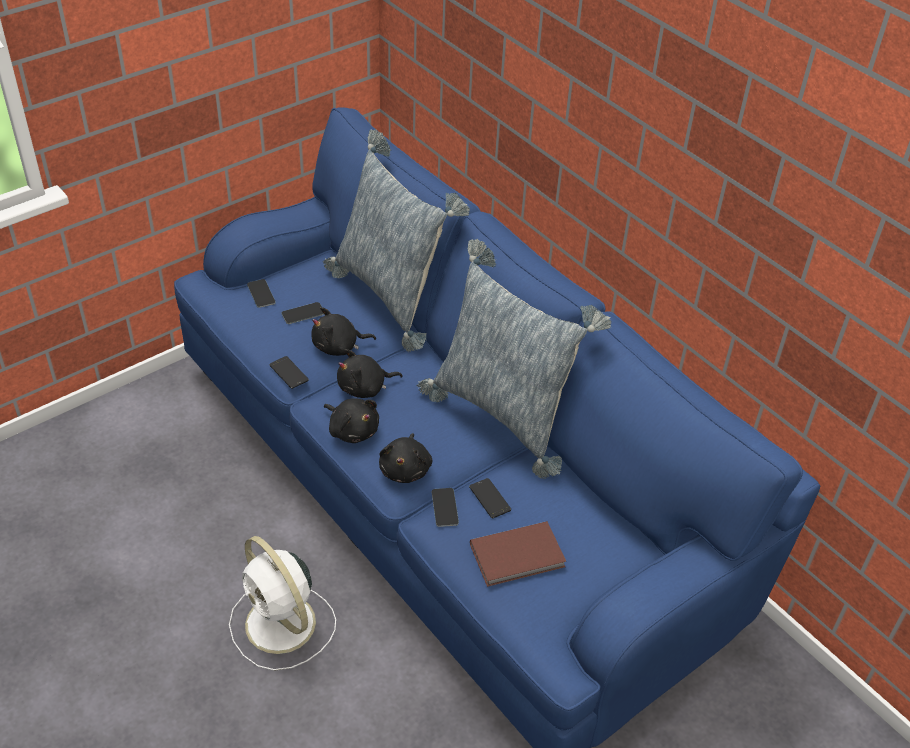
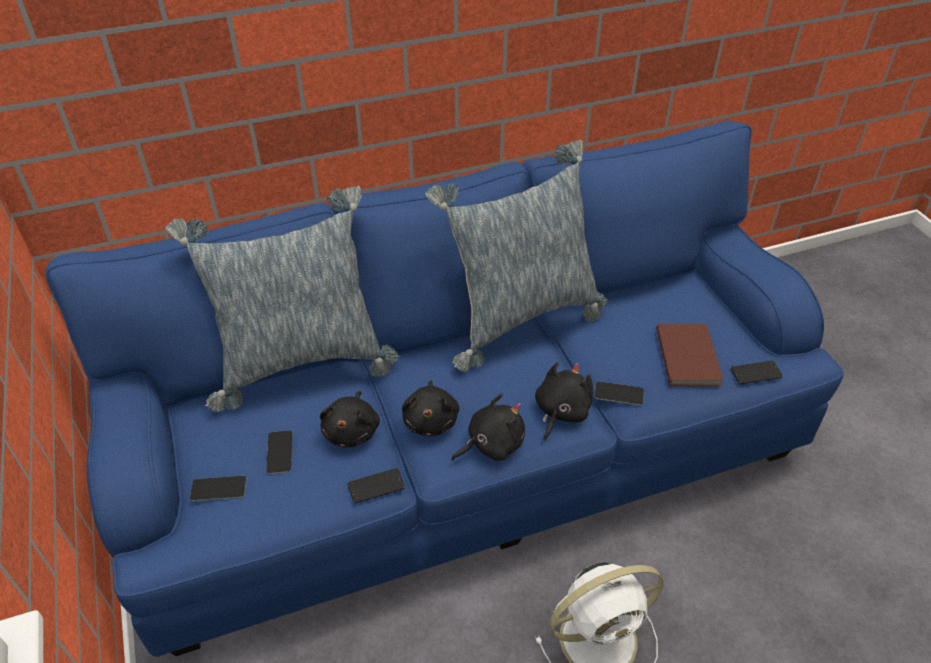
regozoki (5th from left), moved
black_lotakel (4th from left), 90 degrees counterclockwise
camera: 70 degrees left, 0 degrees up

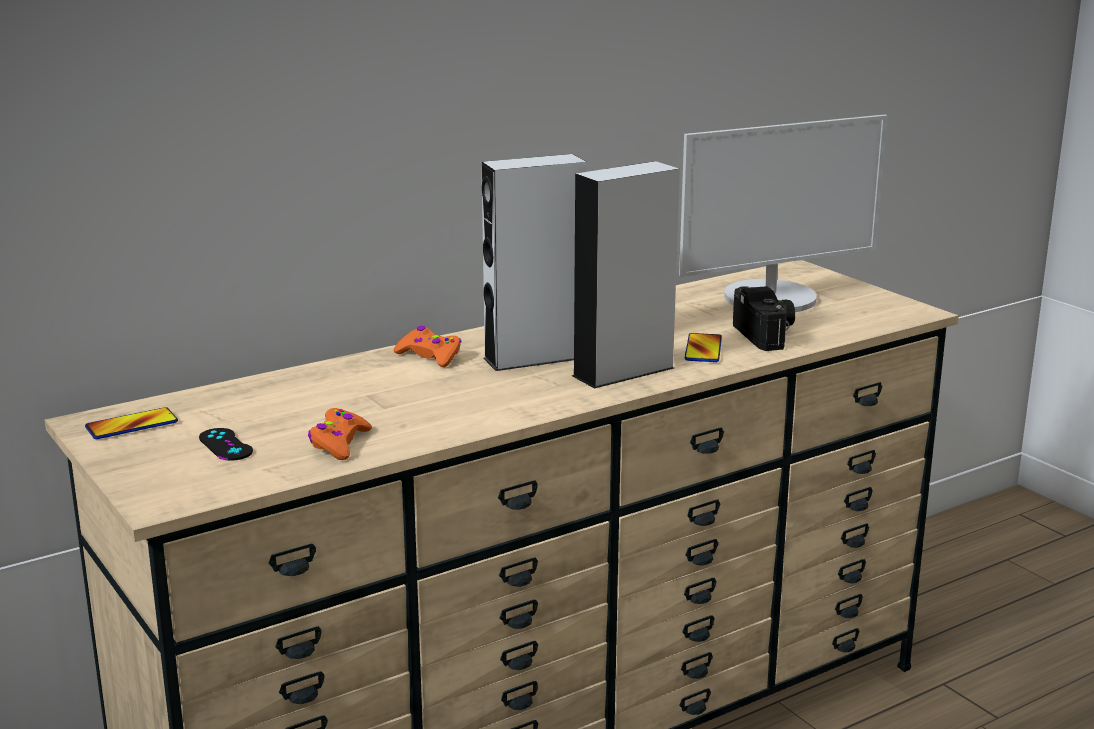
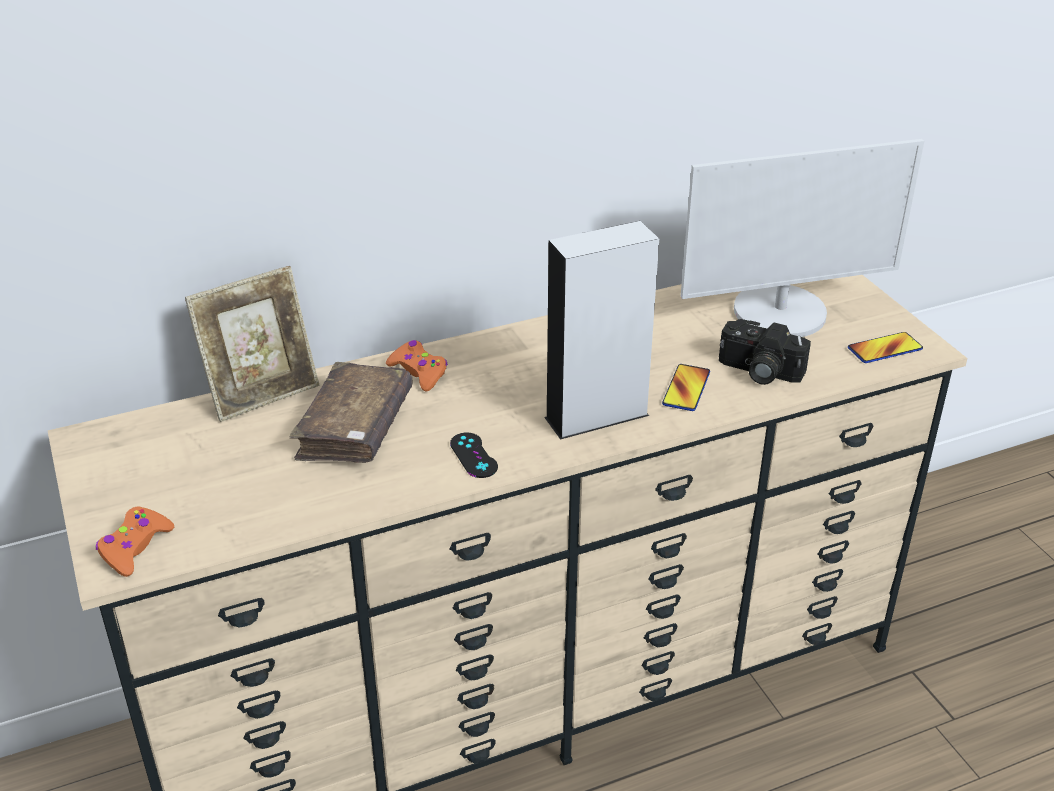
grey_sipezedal (1st from left) => nothing
nothing => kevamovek
nothing => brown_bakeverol
regozoki (1st from left in the first image) => regozoki (2nd from left), moved
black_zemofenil, moved
orange_zemofenil (1st from left), moved
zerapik, 120 degrees clockwise
camera: 10 degrees right, 15 degrees up

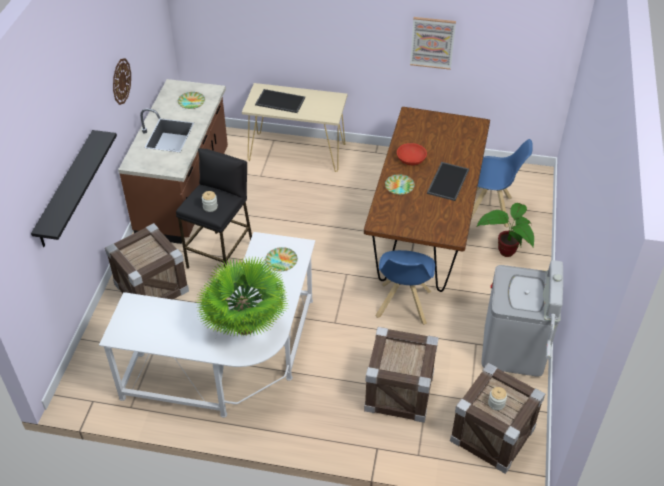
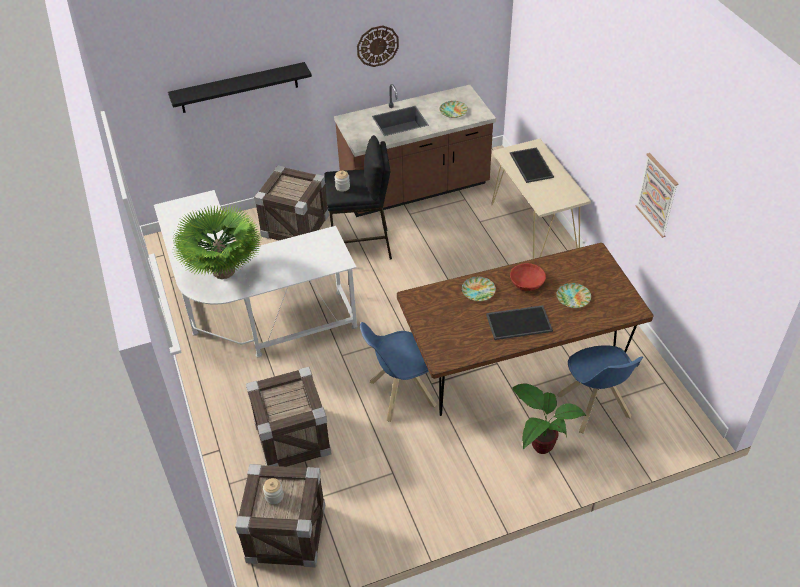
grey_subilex => nothing
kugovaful (2nd from left in the first image) => kugovaful (3rd from left), moved
camera: 60 degrees right, 0 degrees up

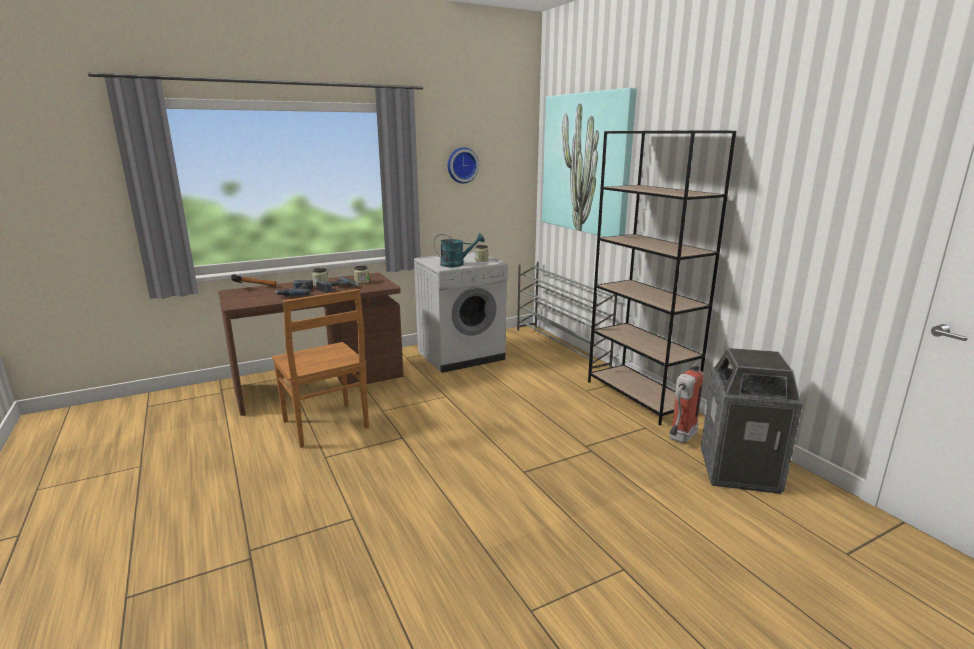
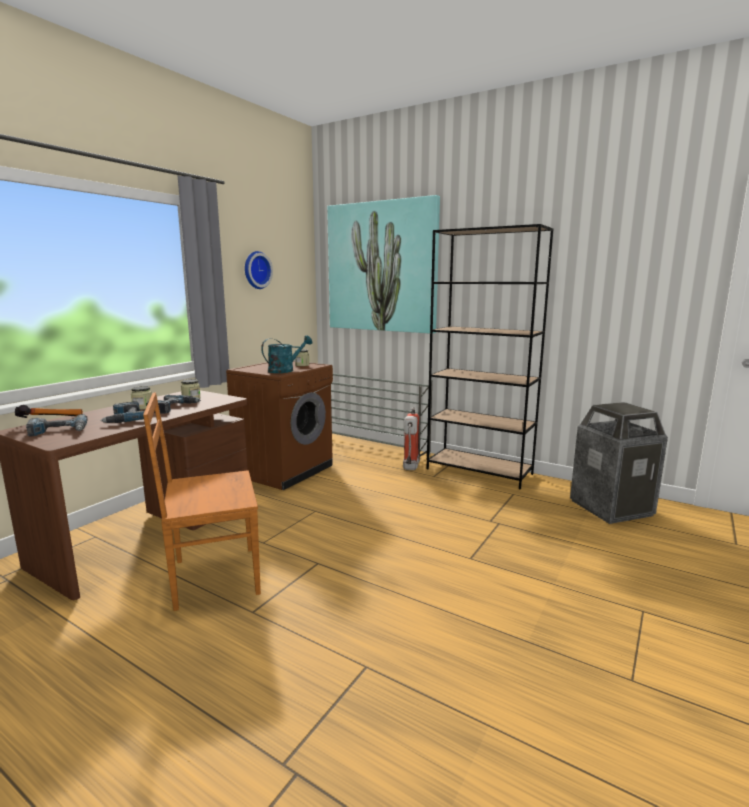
nothing => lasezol (1st from left)
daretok, moved
white_subilex => brown_subilex
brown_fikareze, 135 degrees clockwise
camera: 30 degrees left, 5 degrees down

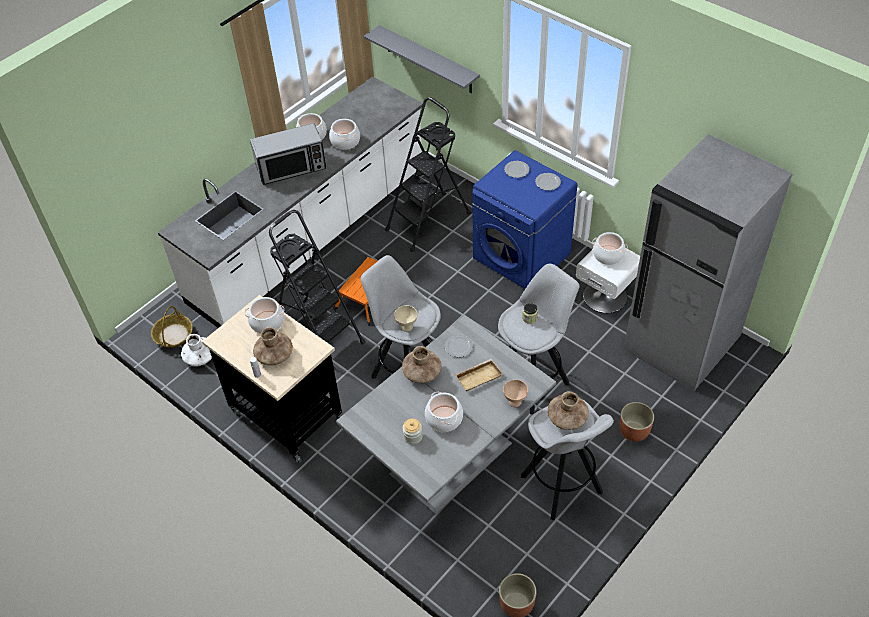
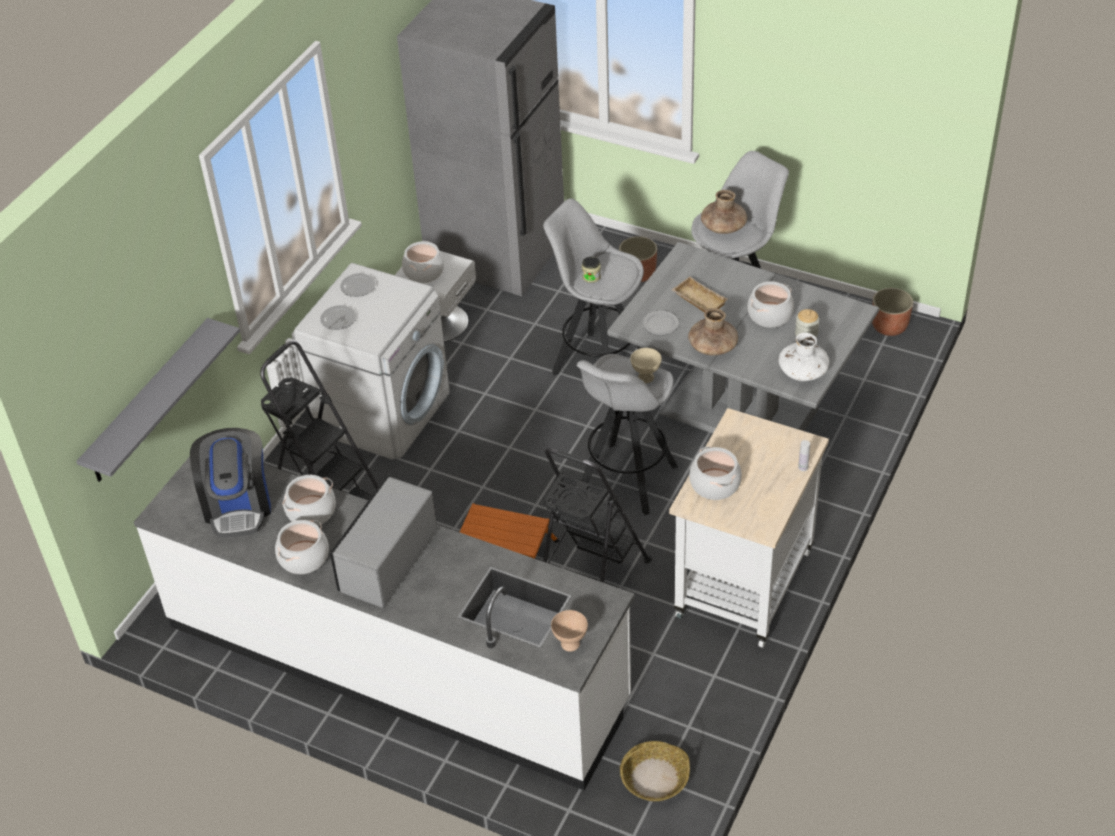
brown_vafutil (1st from left) => nothing
nothing => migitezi
white_vafutil, moved
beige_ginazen (2nd from left in the first image) => beige_ginazen (1st from left), moved
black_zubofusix => white_zubofusix
blue_subilex => white_subilex
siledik, 120 degrees counterclockwise
camera: 105 degrees left, 5 degrees down

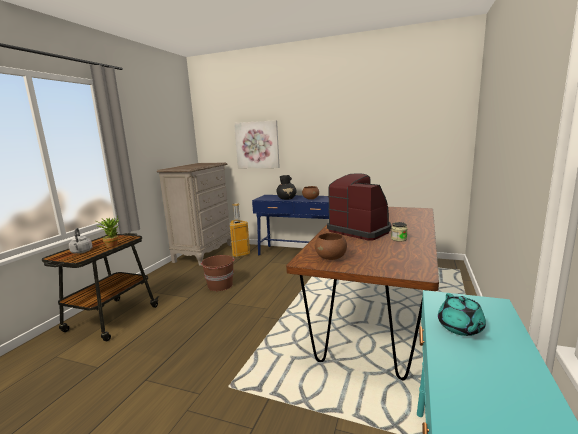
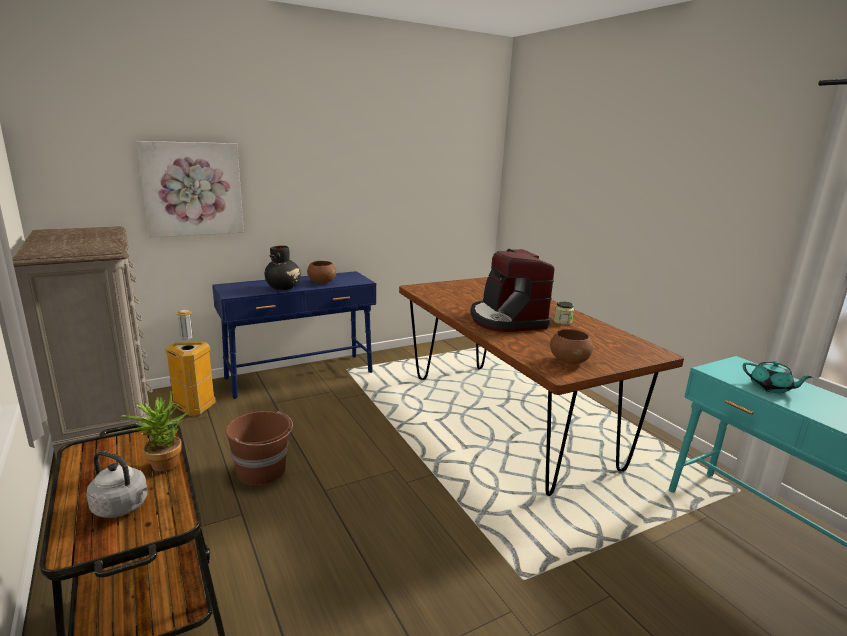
migitezi, 105 degrees counterclockwise
camera: 50 degrees left, 5 degrees up

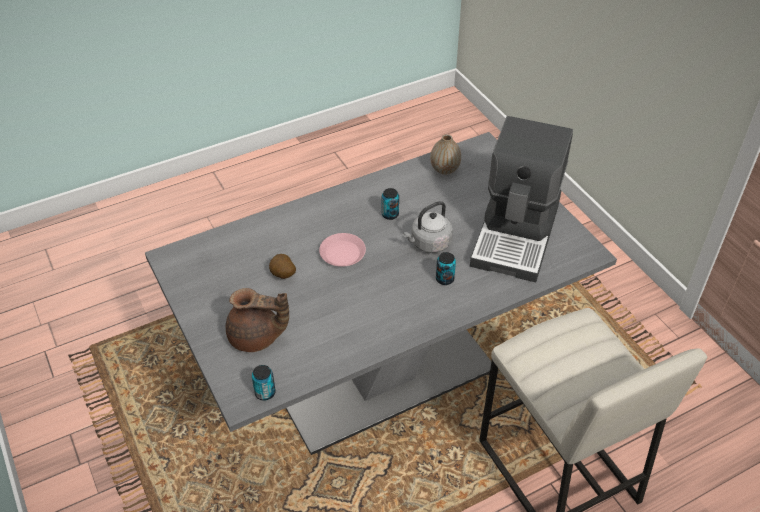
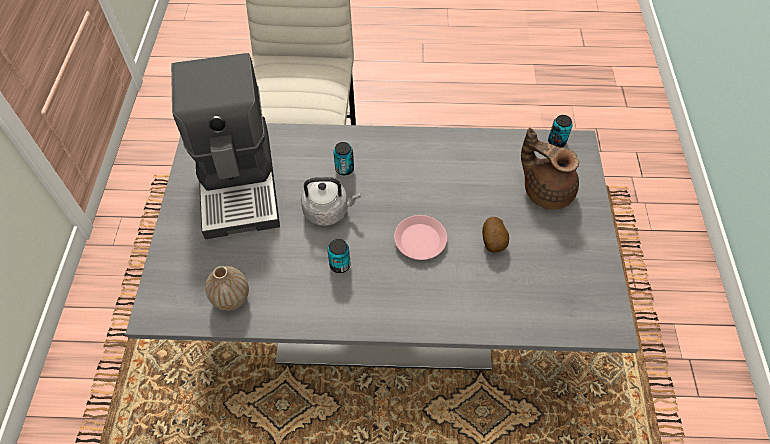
migitezi, 120 degrees clockwise
camera: 150 degrees left, 10 degrees up

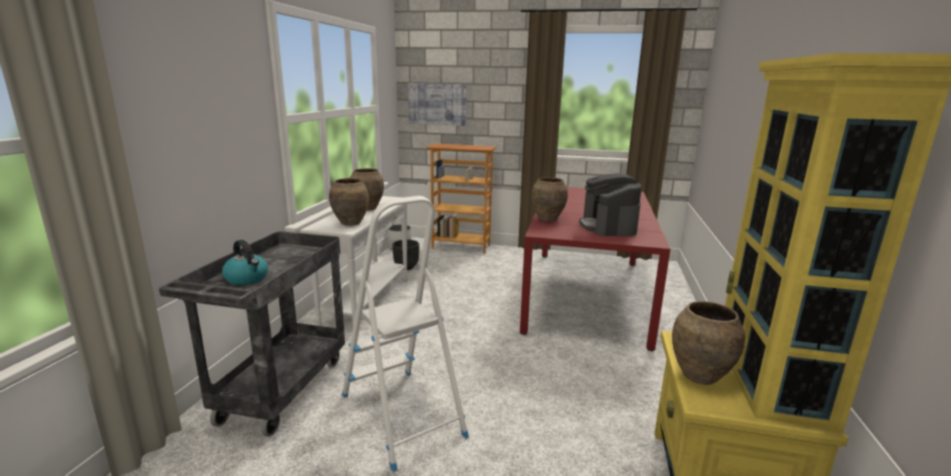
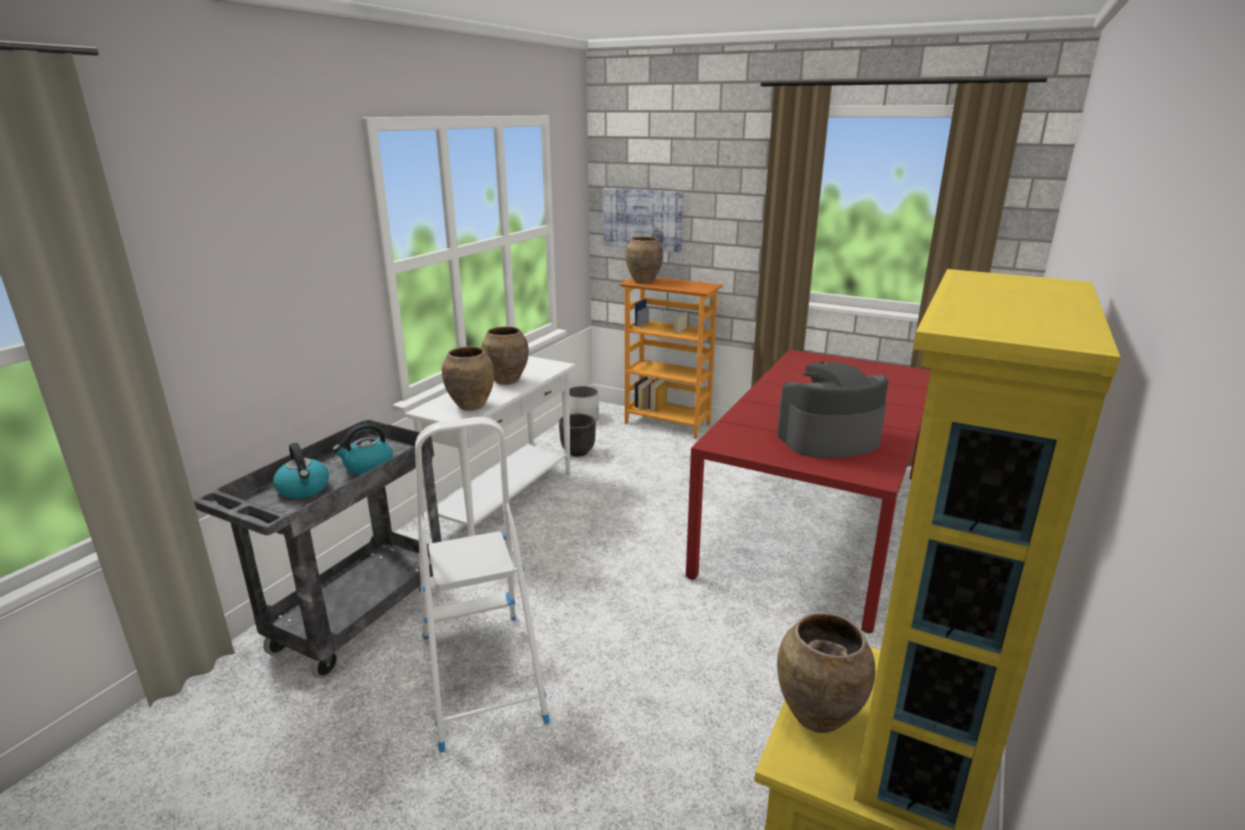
nothing => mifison (2nd from left)
brown_vafutil (3rd from left), moved
migitezi, 60 degrees clockwise
camera: 15 degrees right, 5 degrees up

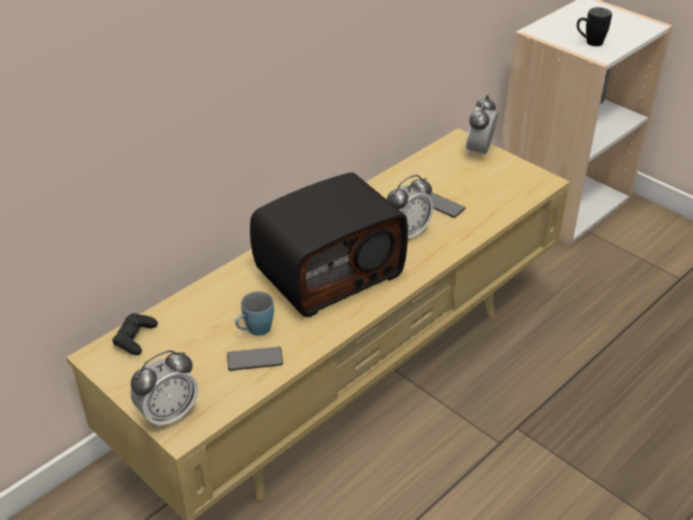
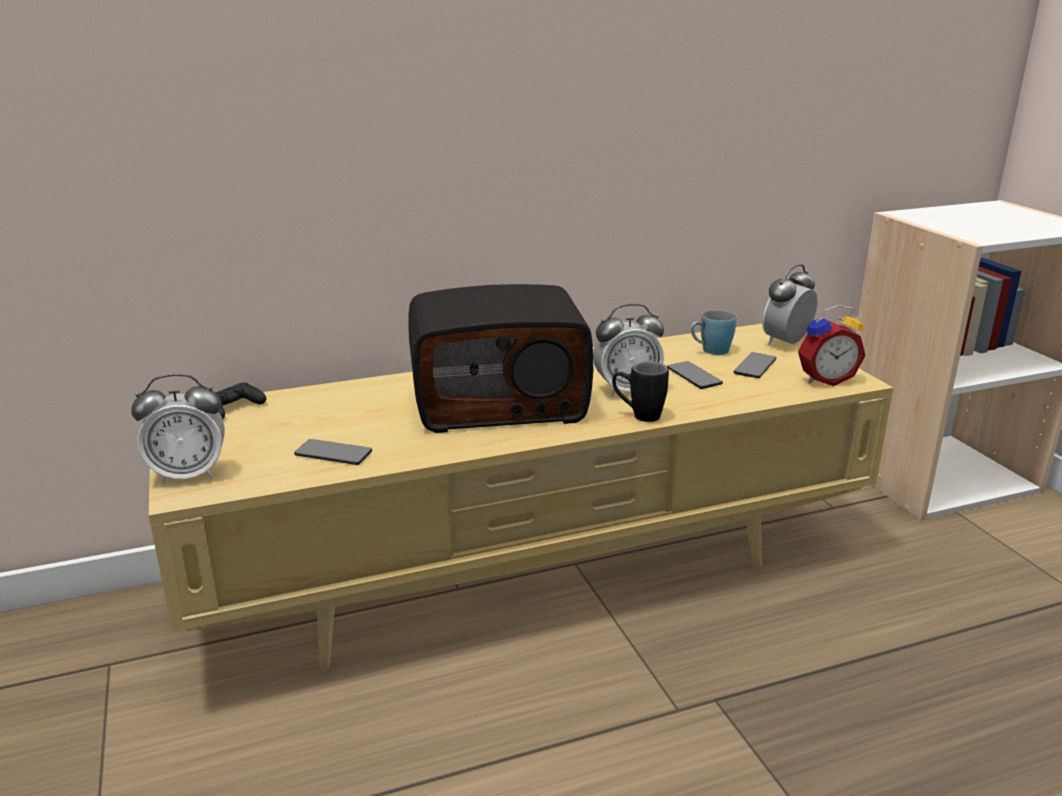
nothing => regozoki (3rd from left)
nothing => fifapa (4th from left)
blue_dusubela, moved
black_dusubela, moved
camera: 25 degrees right, 15 degrees down

